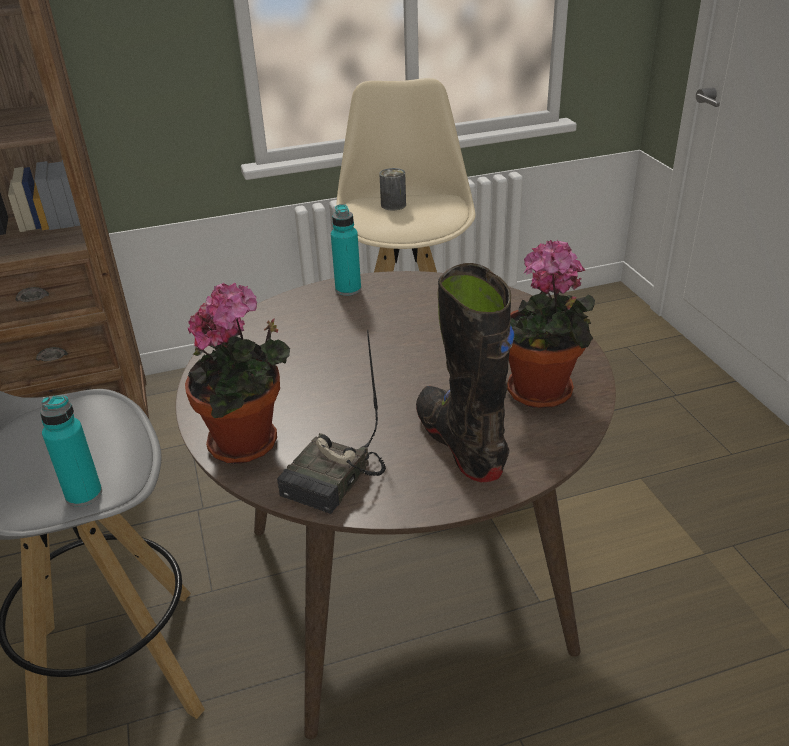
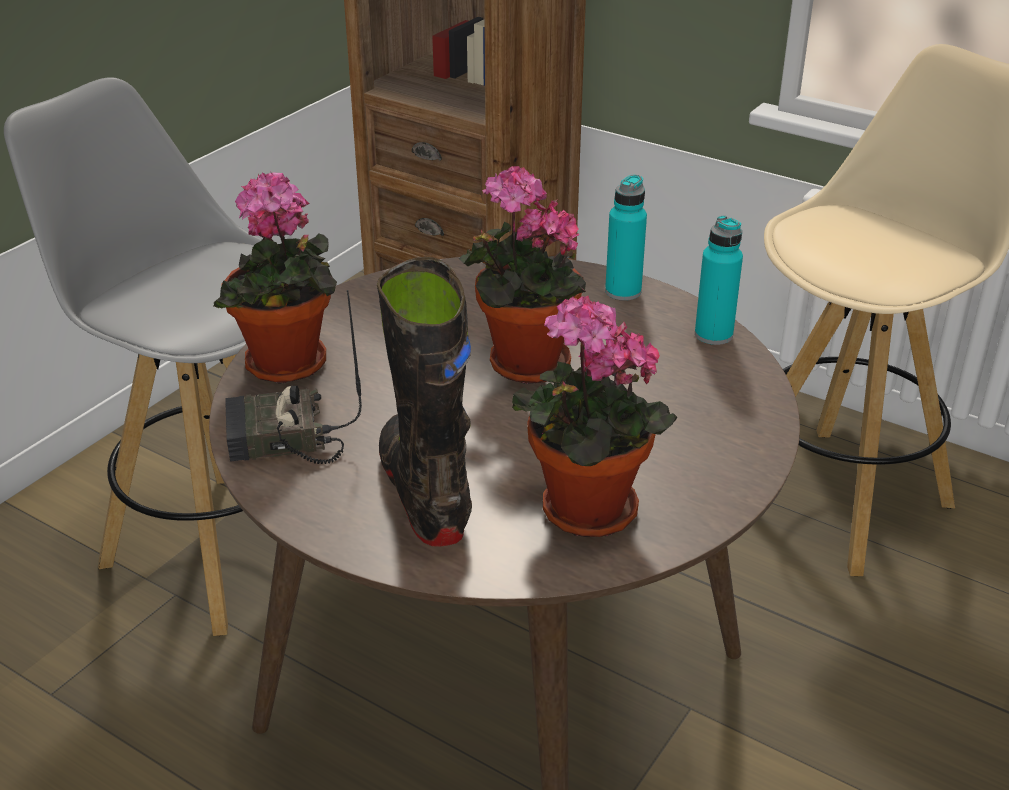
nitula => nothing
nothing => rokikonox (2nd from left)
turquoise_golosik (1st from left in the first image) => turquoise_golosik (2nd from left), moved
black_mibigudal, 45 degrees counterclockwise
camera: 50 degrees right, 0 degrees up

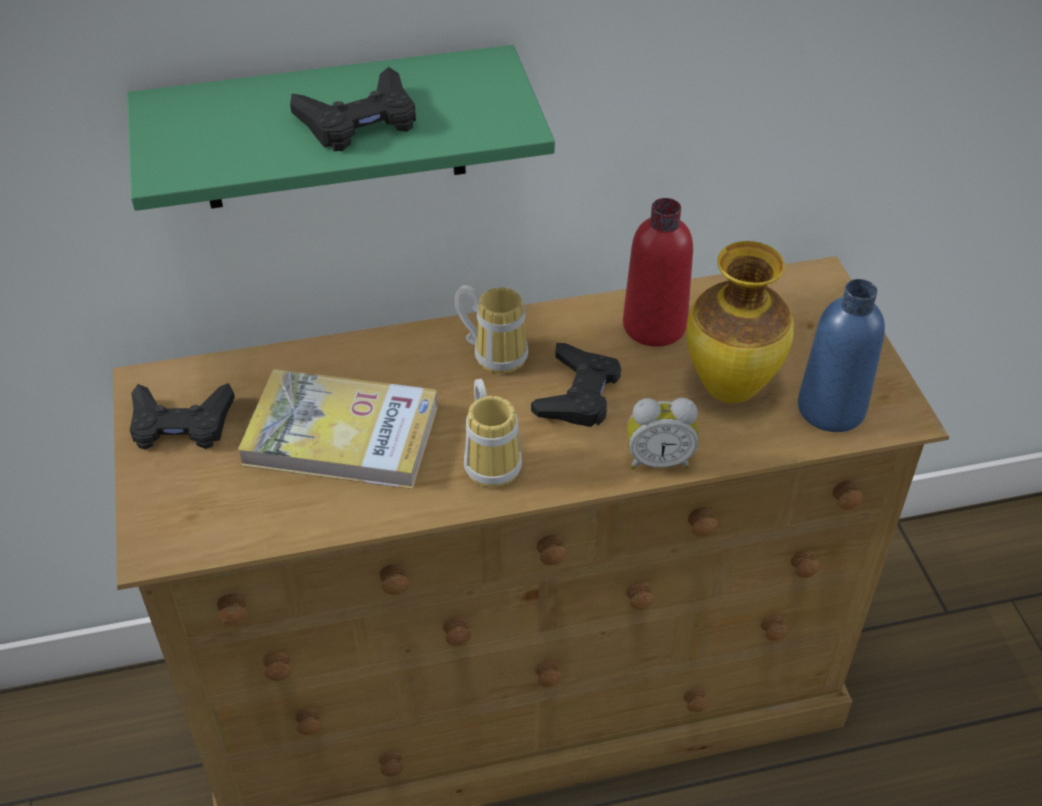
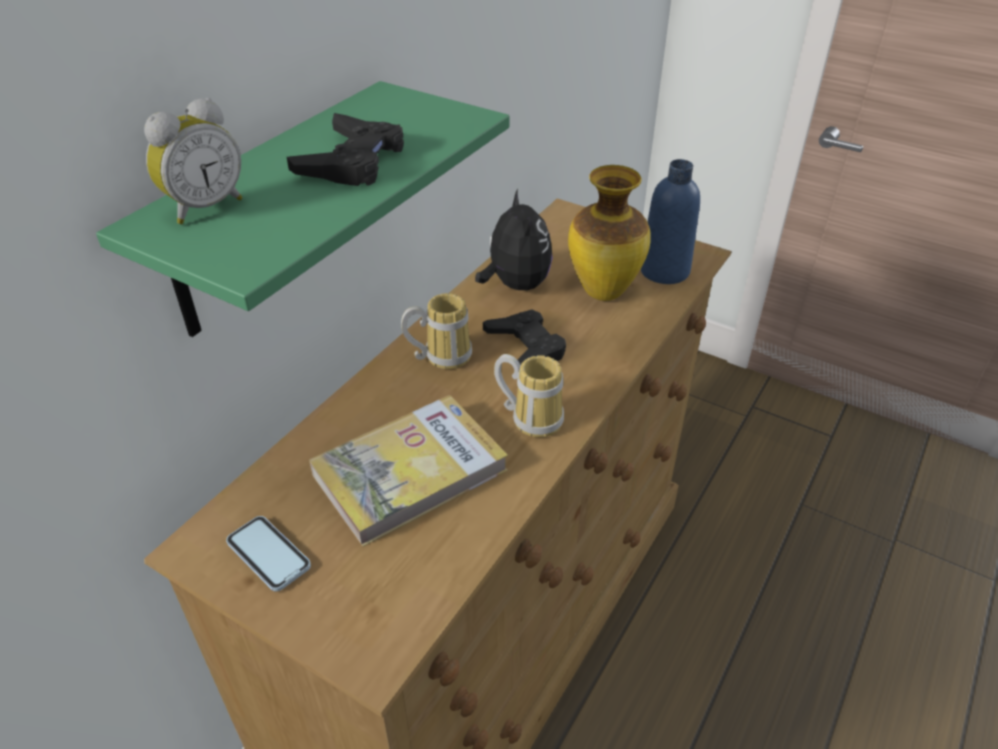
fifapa, moved
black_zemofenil (1st from left) => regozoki
red_golosik => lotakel
camera: 45 degrees left, 5 degrees down

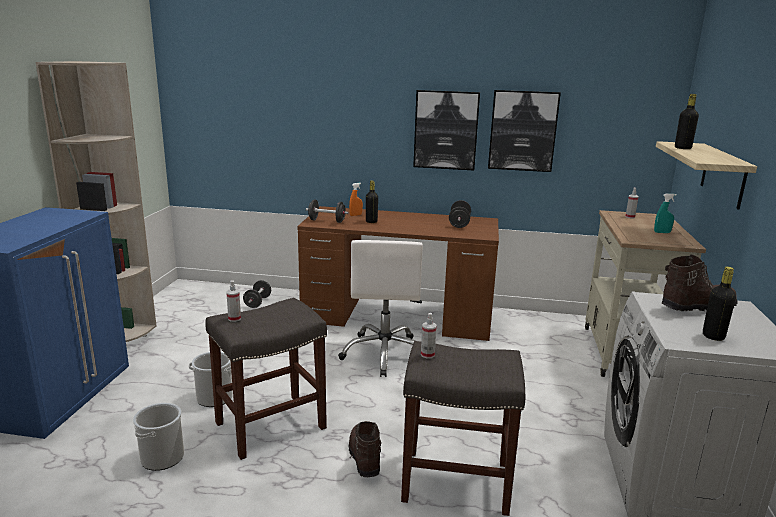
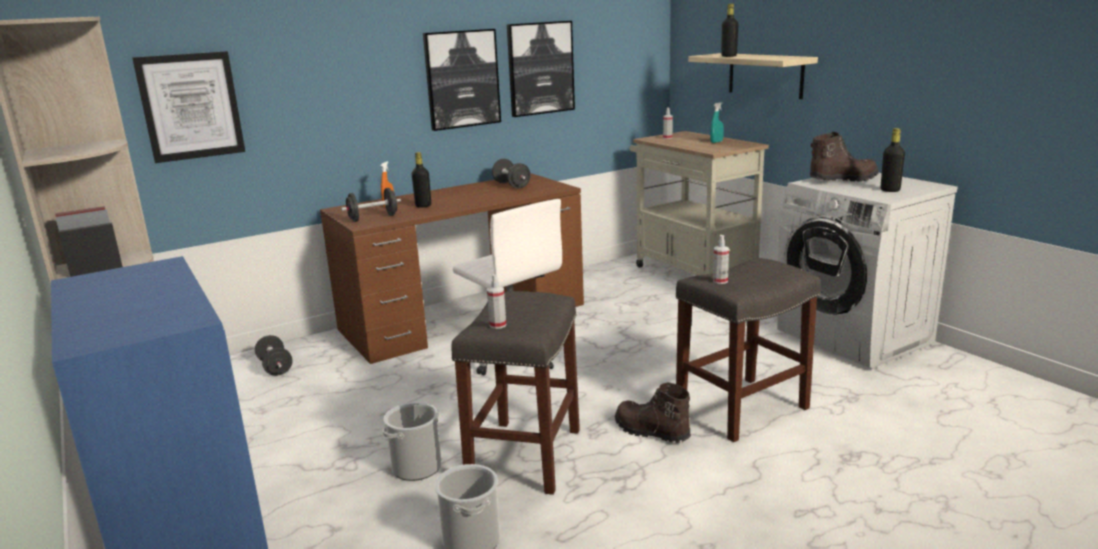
nothing => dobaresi (1st from left)
brown_mibigudal (2nd from left), 45 degrees clockwise
camera: 40 degrees left, 0 degrees up

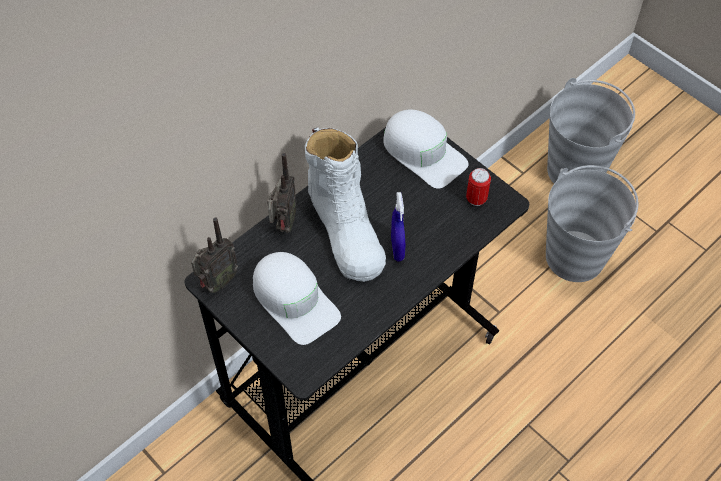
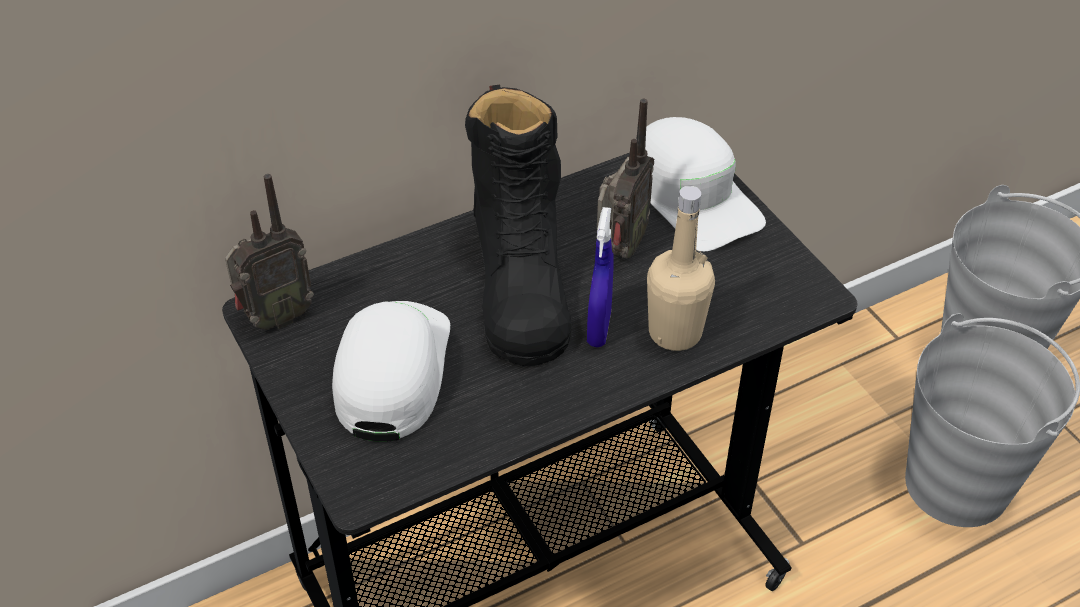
nitula => nothing
nothing => beige_golosik
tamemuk (2nd from left), moved
white_mibigudal => black_mibigudal
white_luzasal (1st from left), 150 degrees counterclockwise
camera: 15 degrees right, 10 degrees down

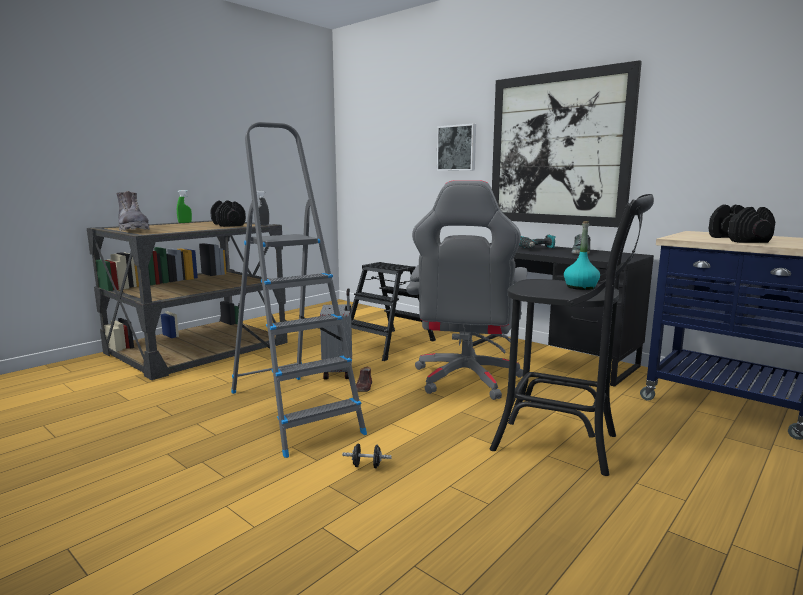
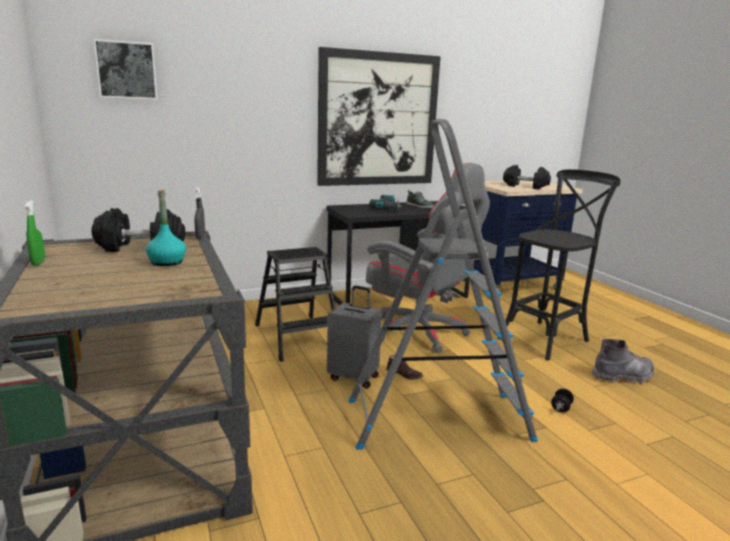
grey_mibigudal, moved
dobaresi (1st from left), moved
turquoise_golosik, moved
camera: 65 degrees left, 5 degrees up

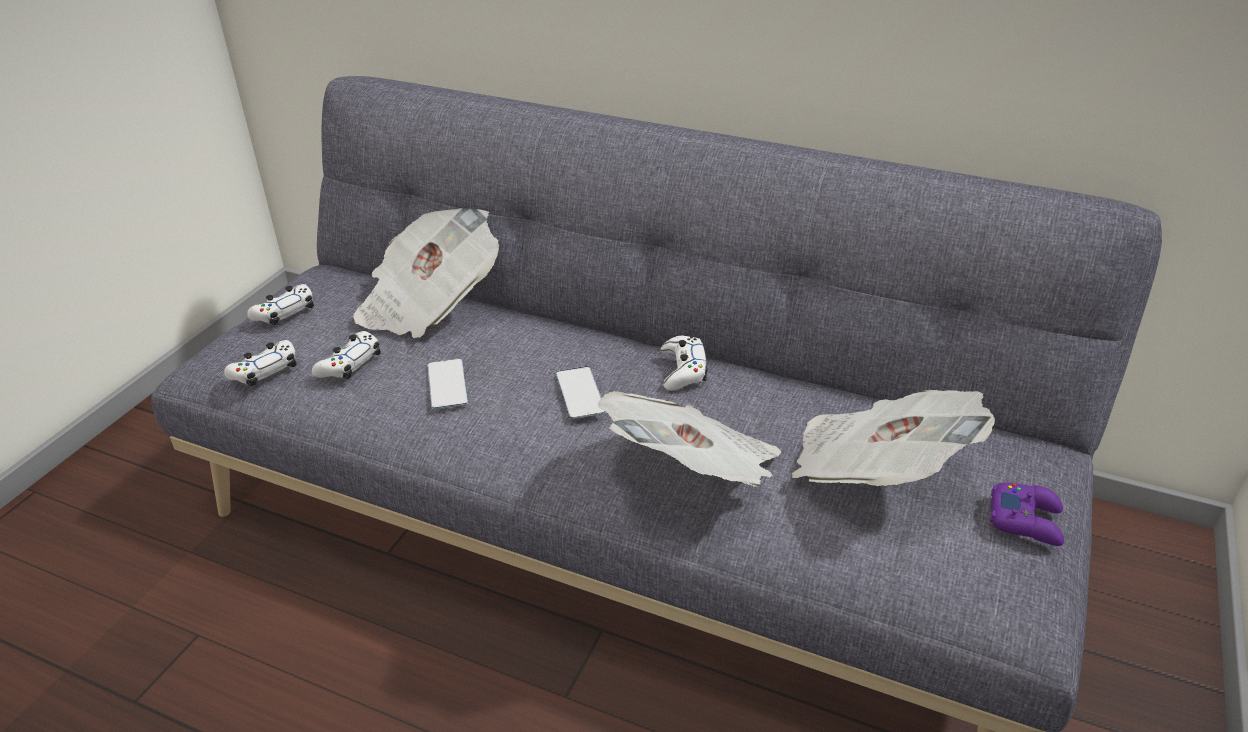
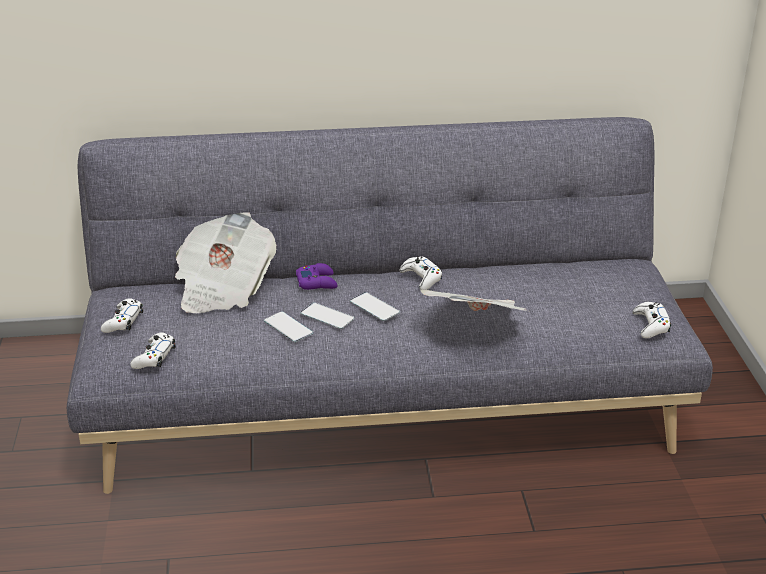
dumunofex (3rd from left) => nothing
nothing => regozoki (2nd from left)
white_zemofenil (3rd from left in the first image) => white_zemofenil (4th from left), moved
purple_zemofenil, moved
camera: 30 degrees left, 5 degrees down

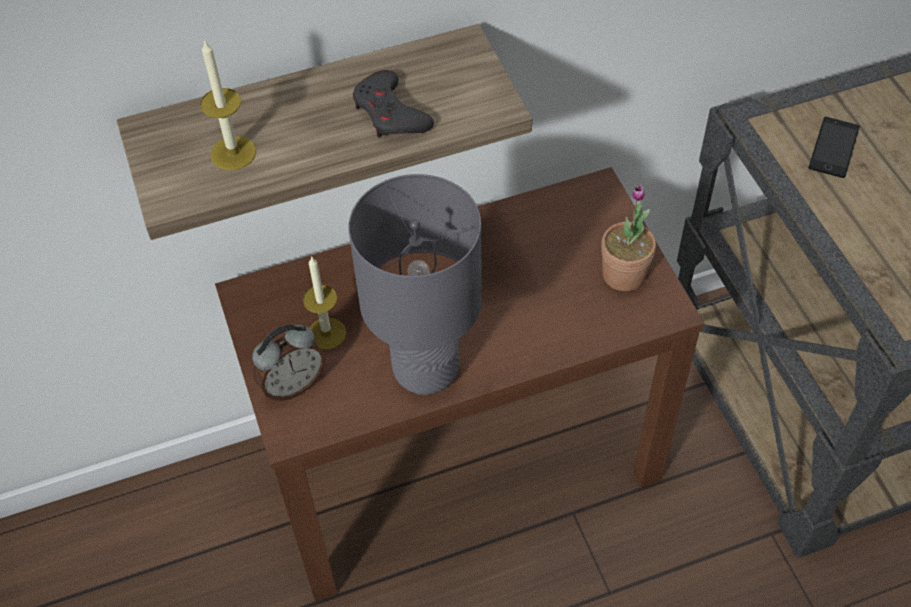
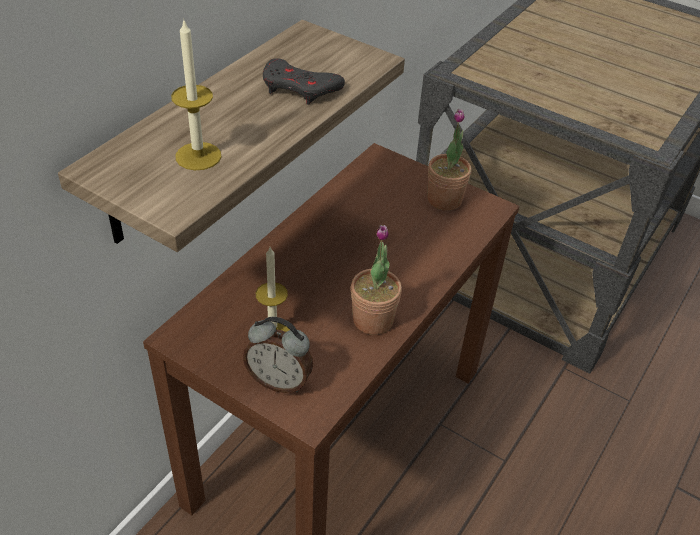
regozoki => nothing
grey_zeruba => rokikonox (1st from left)
fifapa, 90 degrees clockwise
camera: 40 degrees left, 10 degrees down

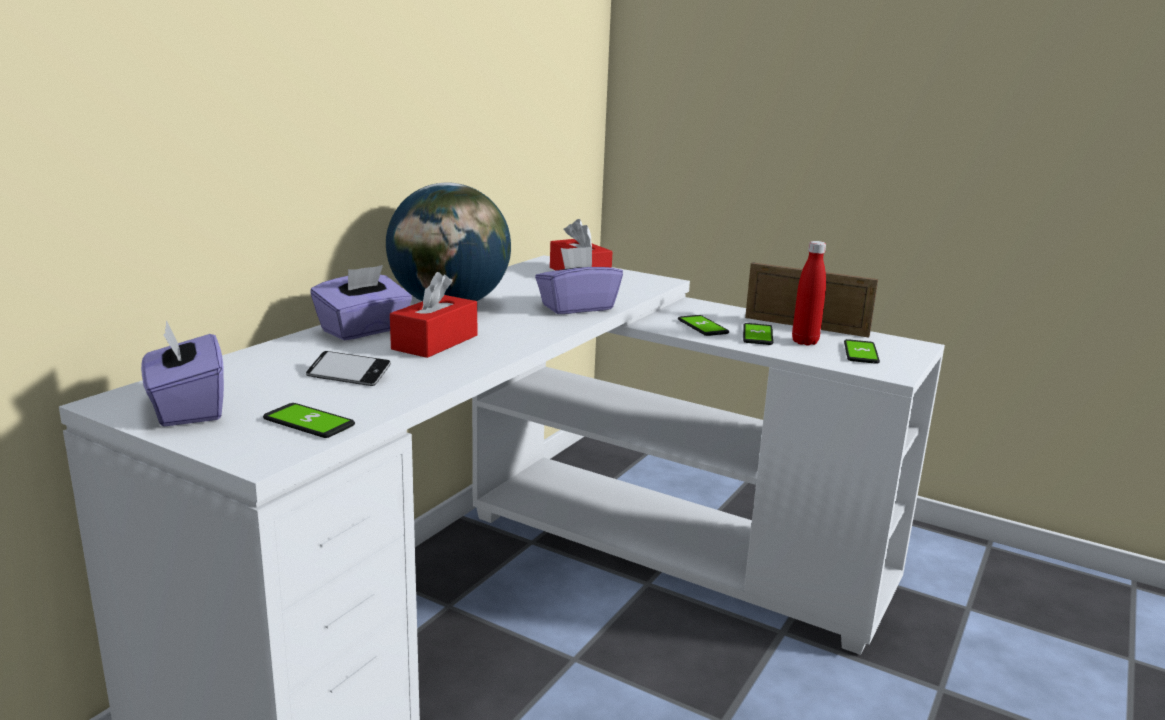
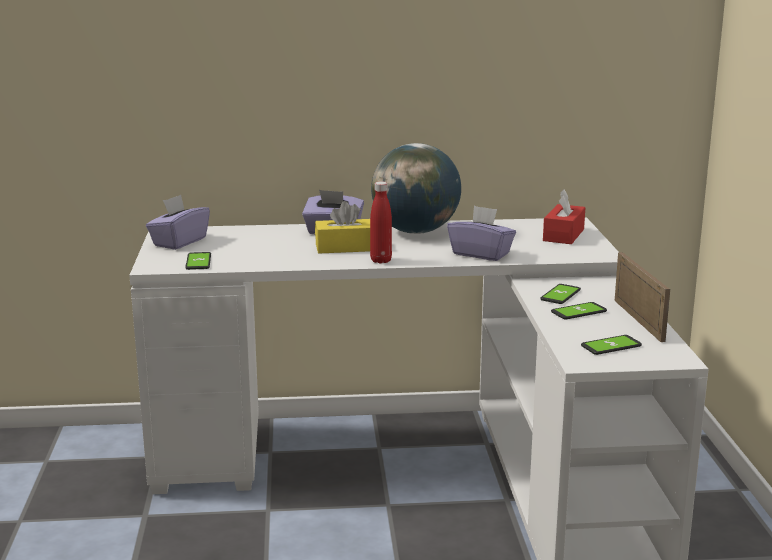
regozoki (2nd from left) => nothing
red_golosik, moved
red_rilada (1st from left) => yellow_rilada
camera: 55 degrees right, 0 degrees up

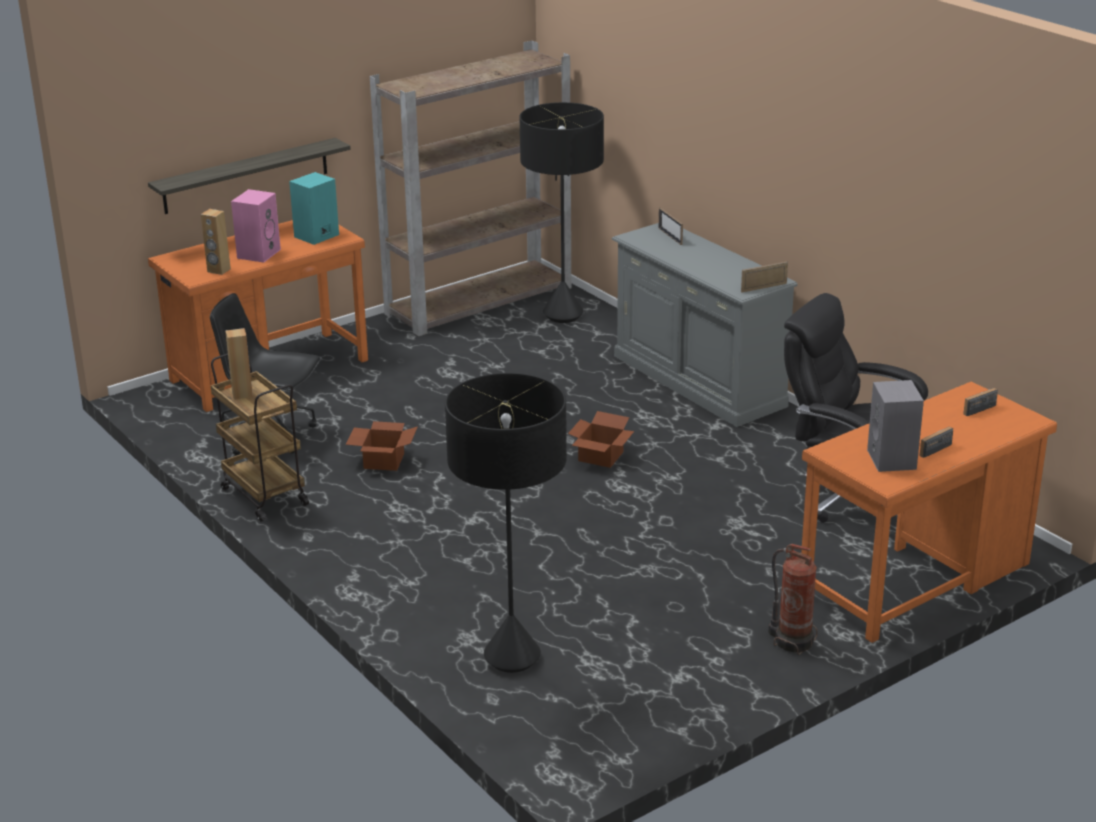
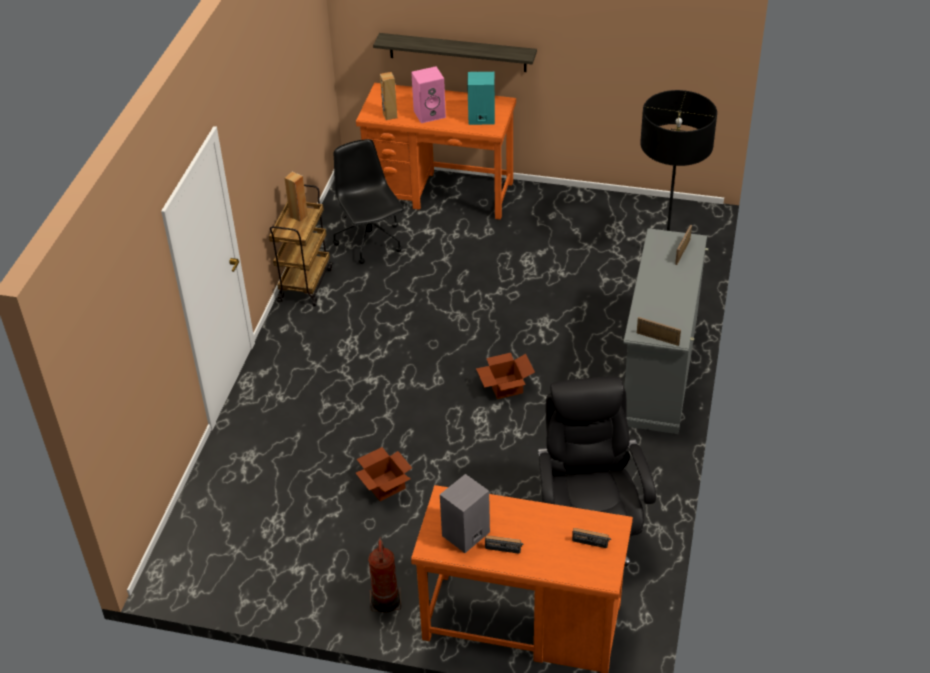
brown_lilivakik => nothing
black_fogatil (1st from left) => nothing
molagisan (1st from left), moved
camera: 50 degrees right, 15 degrees up

